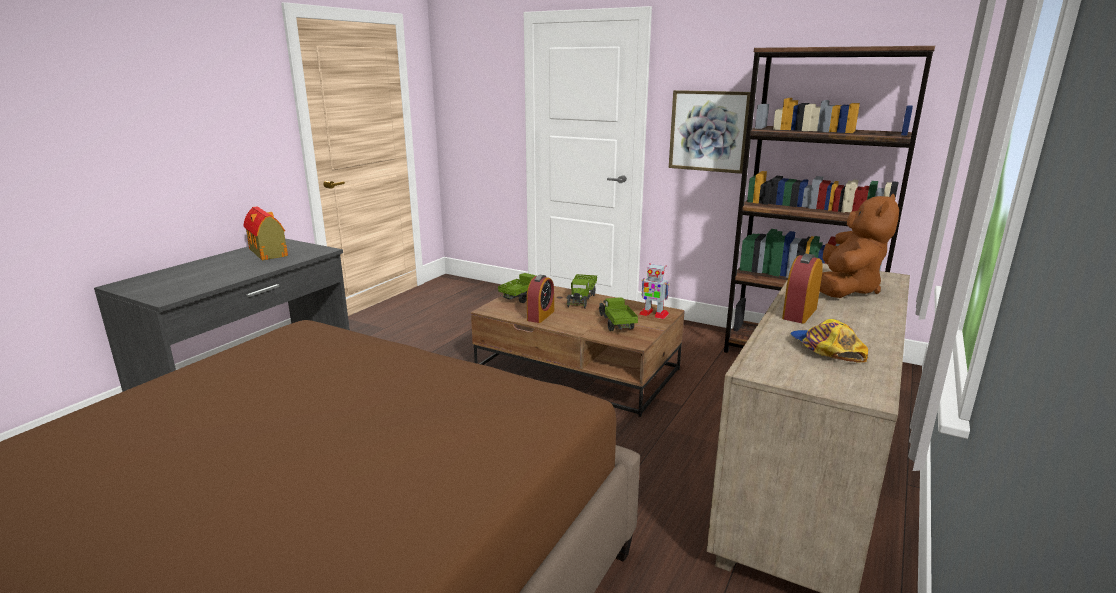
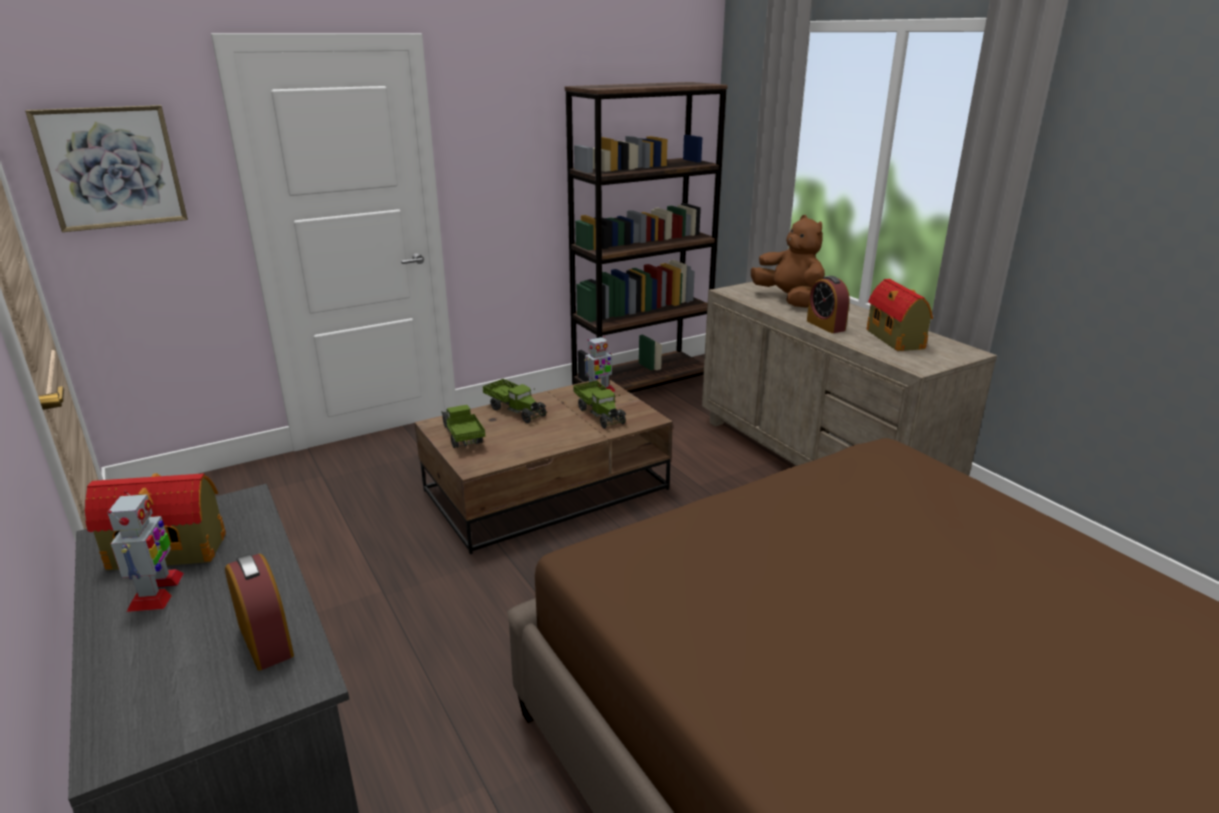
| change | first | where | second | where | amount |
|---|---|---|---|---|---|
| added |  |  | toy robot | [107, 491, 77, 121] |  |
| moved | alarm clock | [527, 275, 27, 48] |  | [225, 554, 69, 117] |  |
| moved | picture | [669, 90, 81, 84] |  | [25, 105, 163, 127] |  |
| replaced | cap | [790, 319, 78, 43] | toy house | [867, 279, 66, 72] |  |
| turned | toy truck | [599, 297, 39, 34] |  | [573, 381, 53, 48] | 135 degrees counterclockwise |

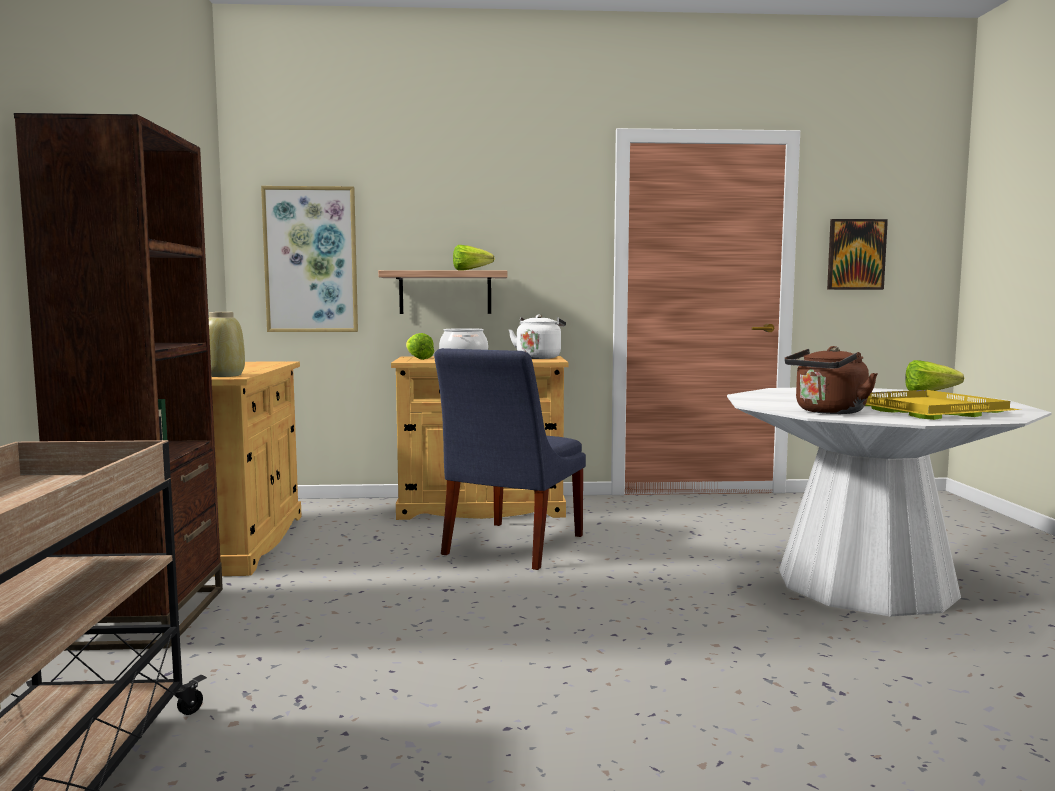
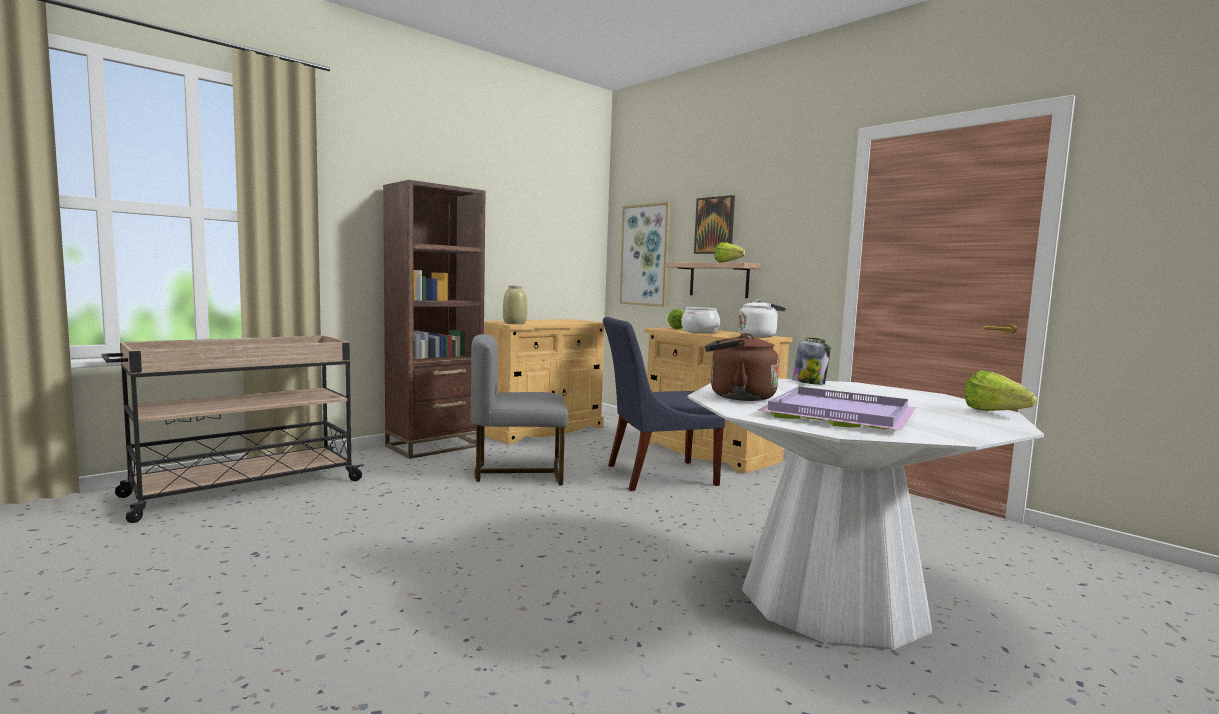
| change | first | where | second | where | amount |
|---|---|---|---|---|---|
| added |  |  | grey chair | [470, 334, 99, 151] |  |
| added |  |  | jar | [792, 337, 39, 48] |  |
| moved | picture | [827, 219, 61, 71] |  | [694, 195, 41, 59] |  |
| recoloured | yellow tray | [865, 390, 156, 30] | purple tray | [758, 387, 158, 43] |  |

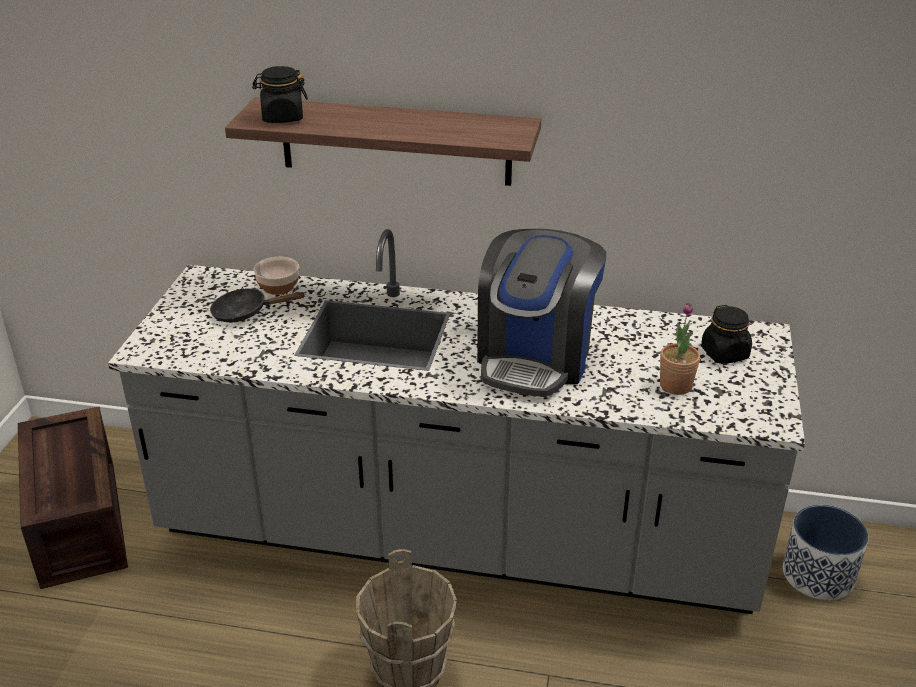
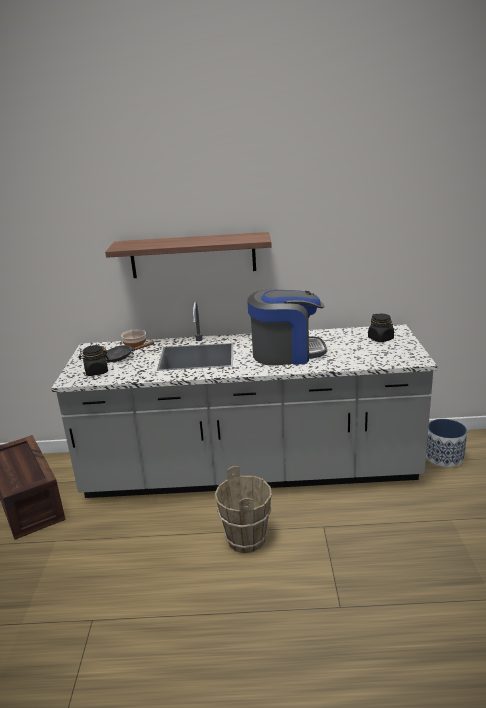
| change | first | where | second | where | amount |
|---|---|---|---|---|---|
| removed | potted plant | [660, 303, 40, 92] |  |  |  |
| moved | black jar | [252, 66, 56, 57] |  | [79, 345, 30, 31] |  |
| turned | coffee machine | [477, 229, 129, 168] |  | [247, 290, 80, 75] | 105 degrees counterclockwise |

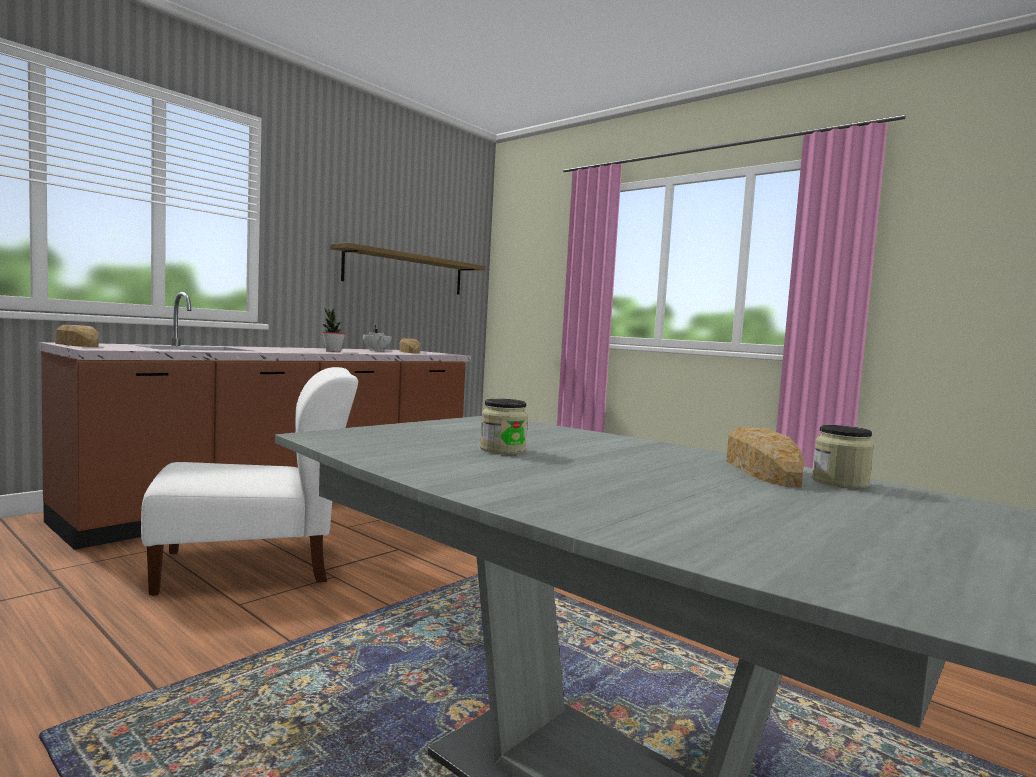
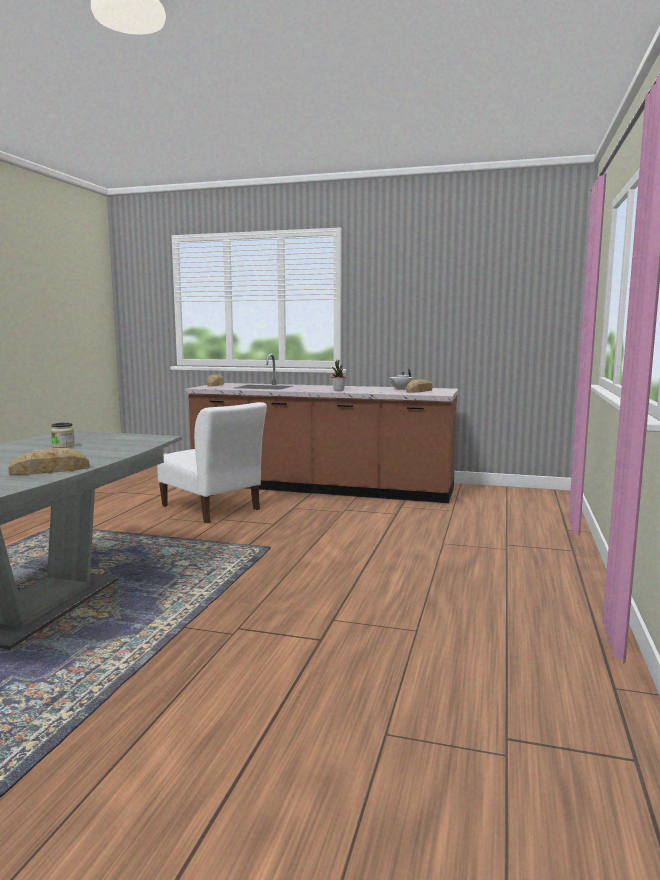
| change | first | where | second | where | amount |
|---|---|---|---|---|---|
| removed | shelf | [331, 242, 155, 53] |  |  |  |
| removed | jar | [812, 425, 62, 64] |  |  |  |

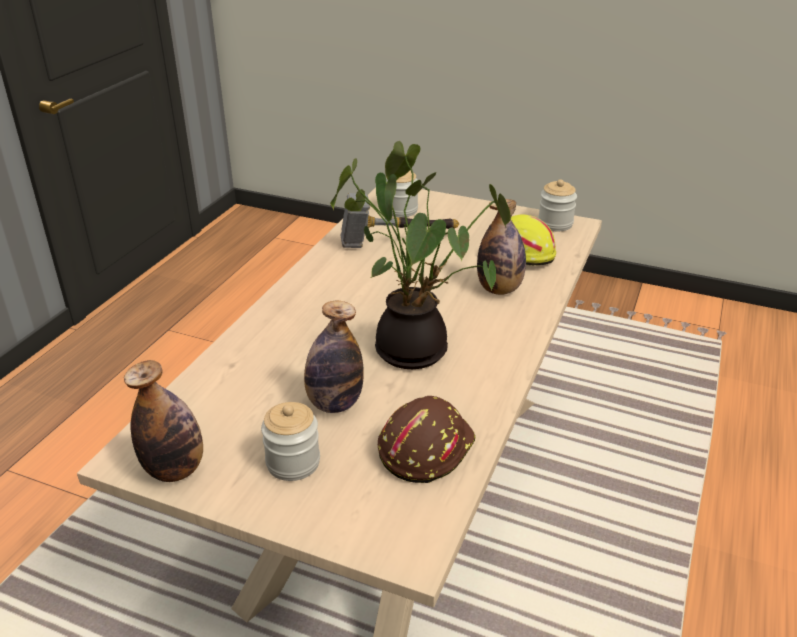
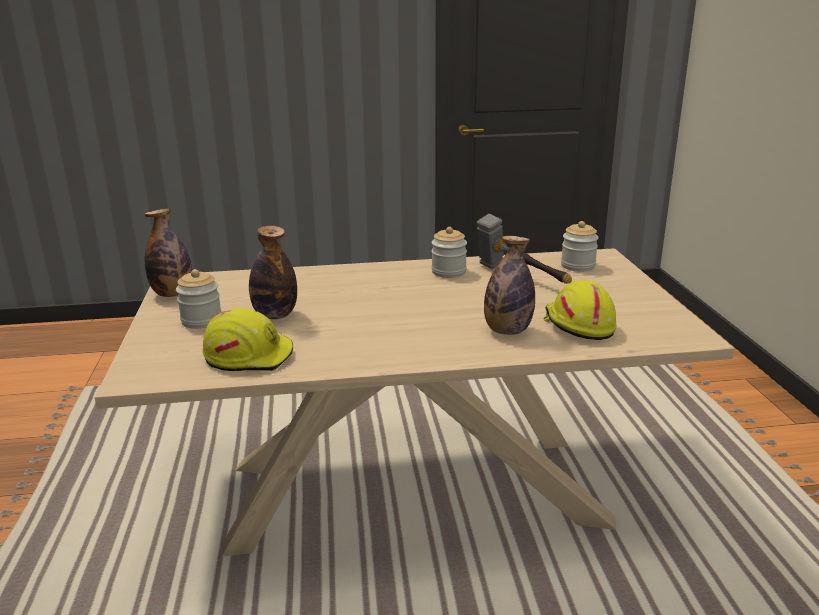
| change | first | where | second | where | amount |
|---|---|---|---|---|---|
| removed | potted plant | [330, 141, 181, 228] |  |  |  |
| moved | jar | [538, 179, 39, 52] |  | [432, 227, 35, 51] |  |
| recoloured | brown hard hat | [378, 396, 97, 87] | yellow hard hat | [203, 308, 90, 63] |  |

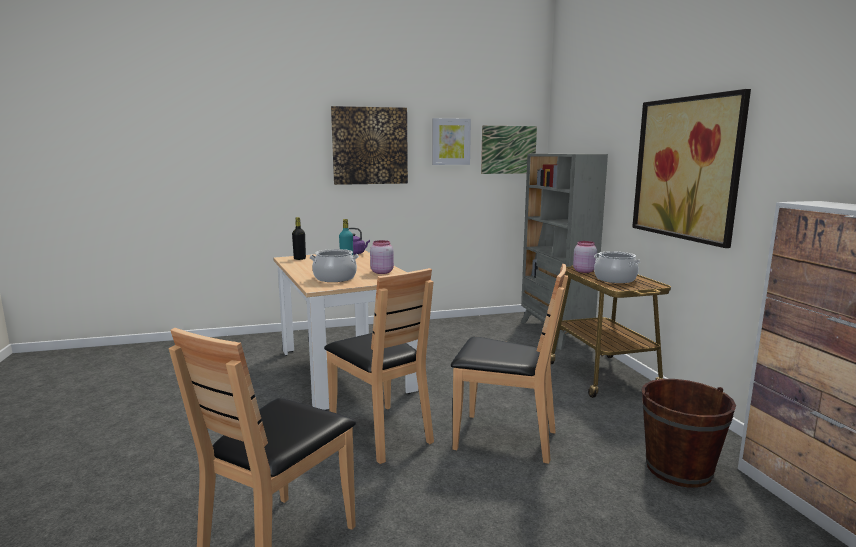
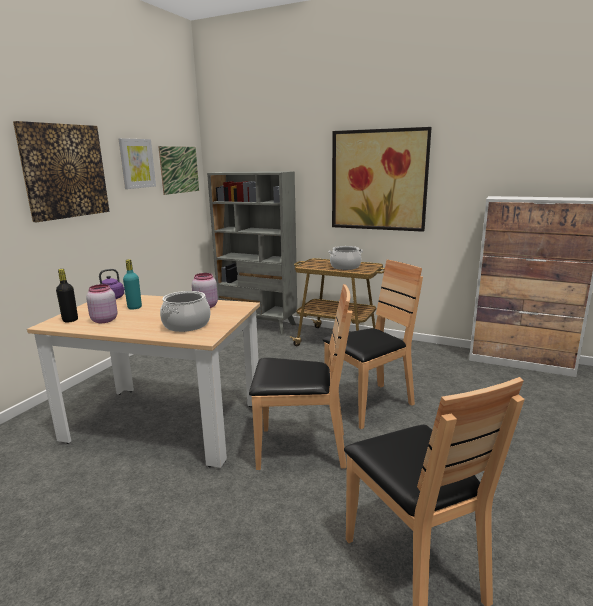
| change | first | where | second | where | amount |
|---|---|---|---|---|---|
| removed | brown bucket | [642, 379, 94, 109] |  |  |  |
| moved | pink jar | [573, 241, 24, 32] |  | [86, 284, 32, 39] |  |

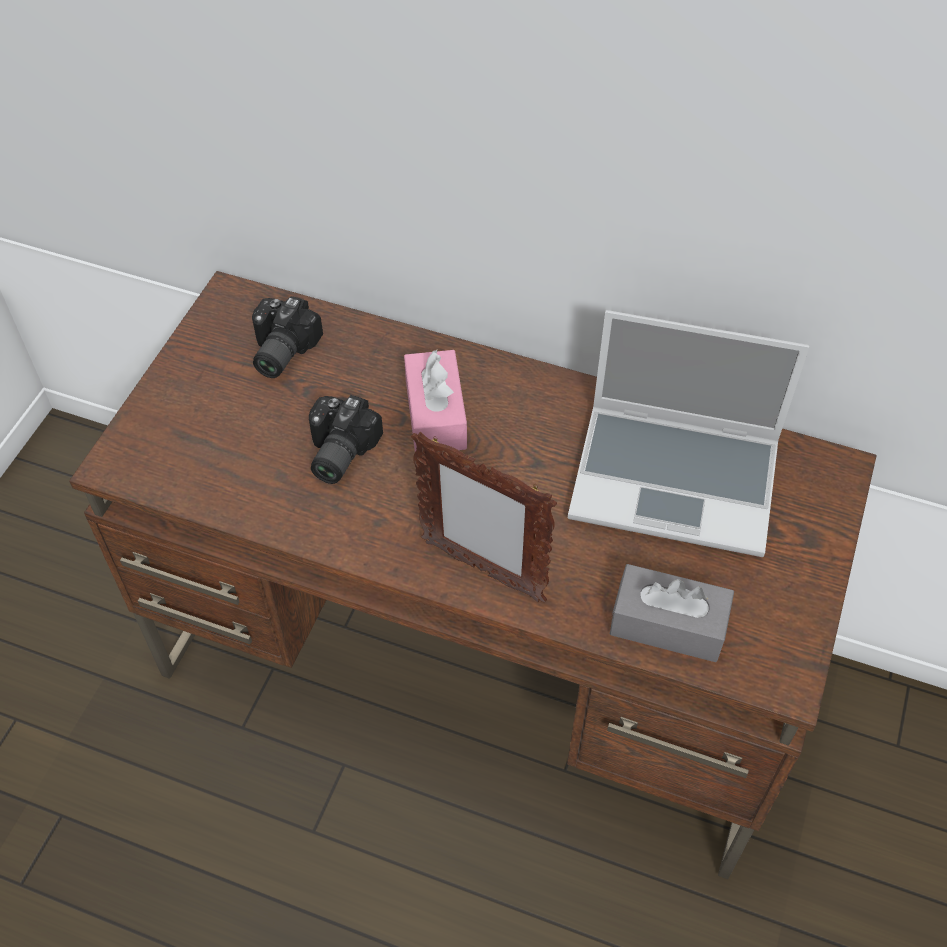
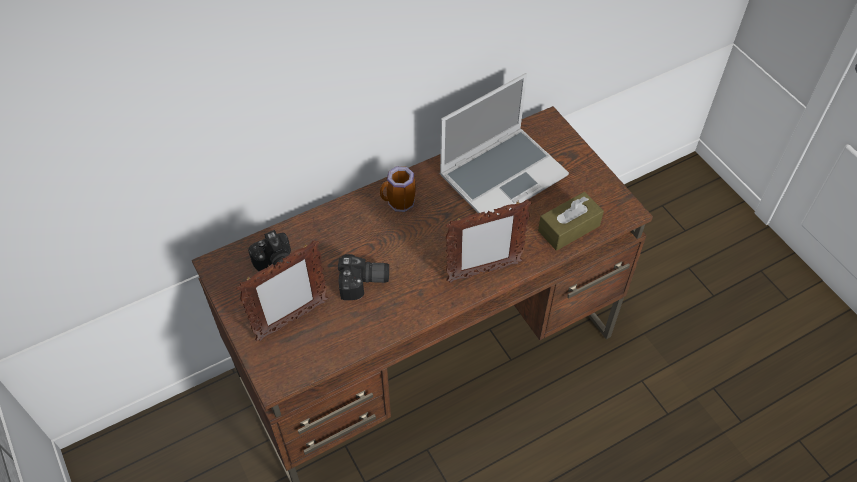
| change | first | where | second | where | amount |
|---|---|---|---|---|---|
| removed | pink tissue box | [404, 350, 63, 102] |  |  |  |
| added |  |  | picture frame | [236, 240, 92, 101] |  |
| added |  |  | mug | [380, 166, 36, 46] |  |
| recoloured | grey tissue box | [610, 564, 124, 98] | brown tissue box | [538, 192, 66, 59] |  |
| turned | photo camera | [309, 395, 74, 89] |  | [338, 254, 51, 46] | 60 degrees counterclockwise |

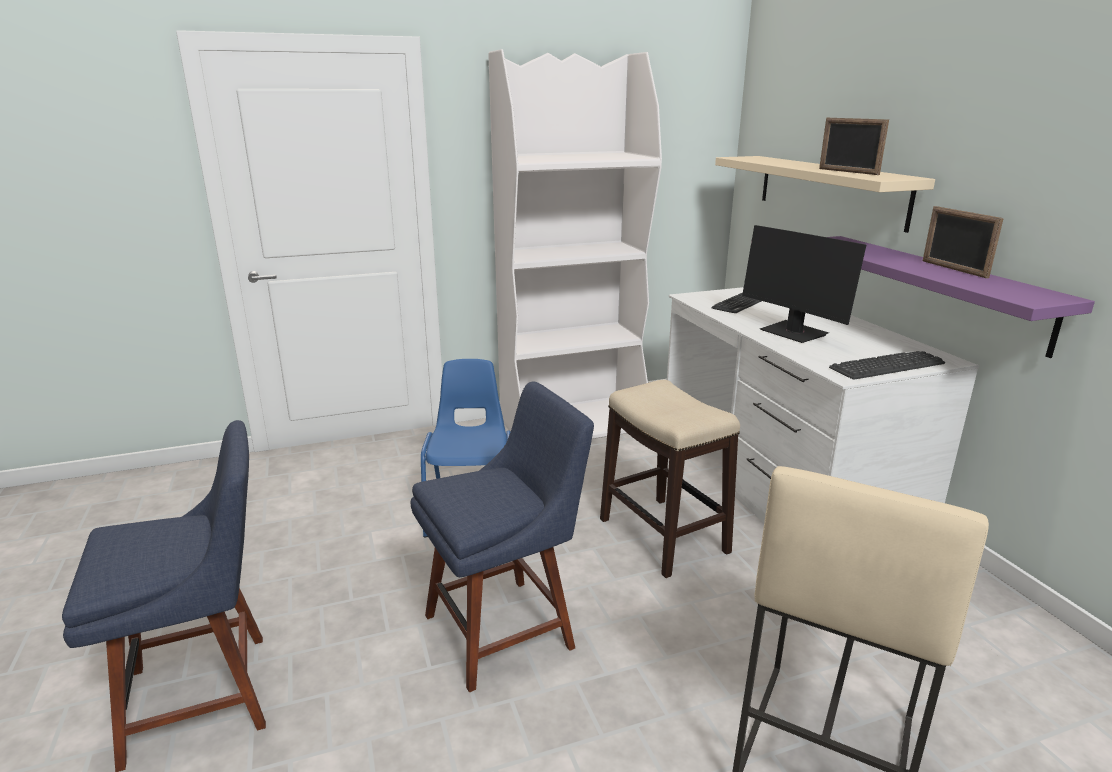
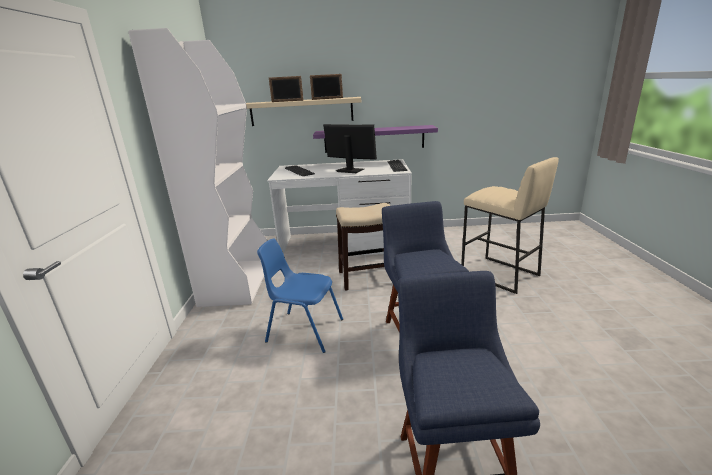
| change | first | where | second | where | amount |
|---|---|---|---|---|---|
| moved | picture frame | [923, 206, 81, 72] |  | [269, 76, 35, 26] |  |
| turned | monitor | [742, 225, 124, 118] |  | [323, 124, 54, 49] | 135 degrees counterclockwise |

